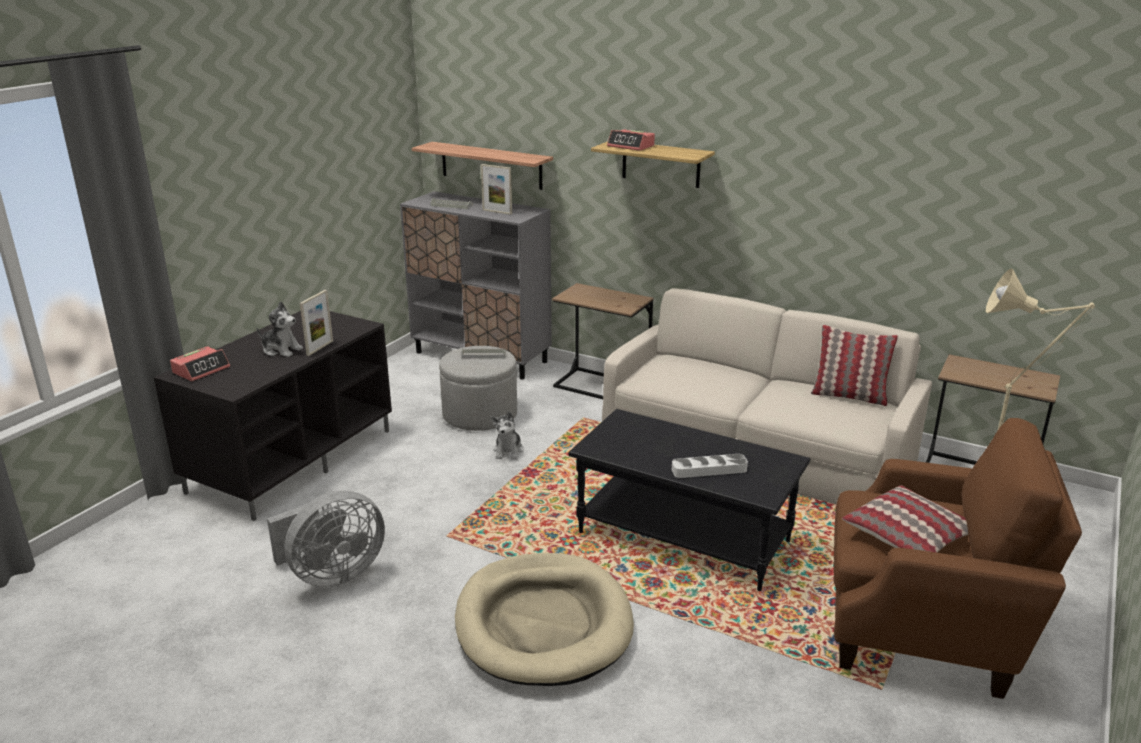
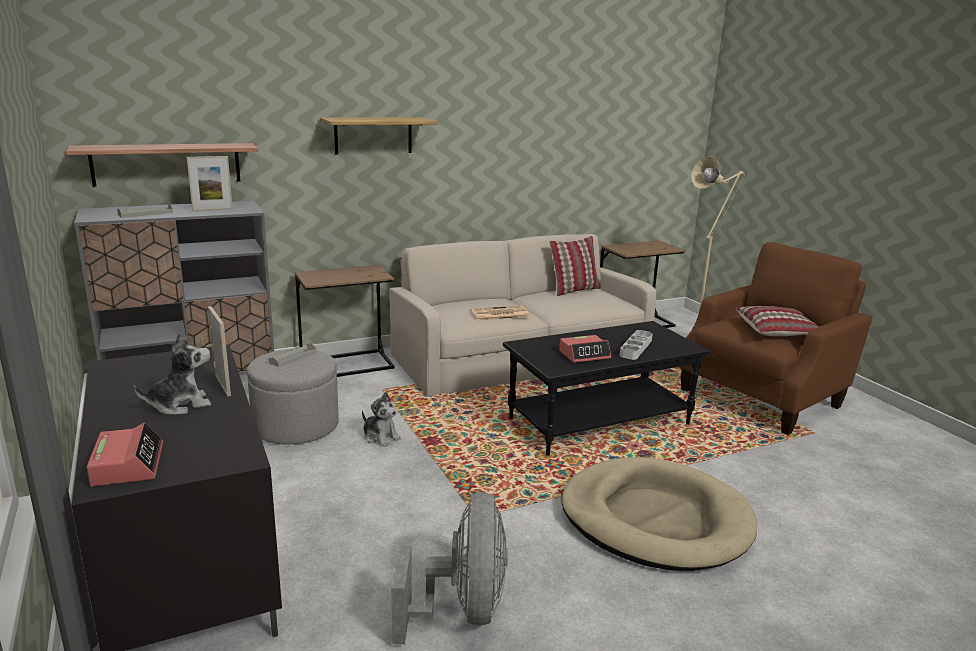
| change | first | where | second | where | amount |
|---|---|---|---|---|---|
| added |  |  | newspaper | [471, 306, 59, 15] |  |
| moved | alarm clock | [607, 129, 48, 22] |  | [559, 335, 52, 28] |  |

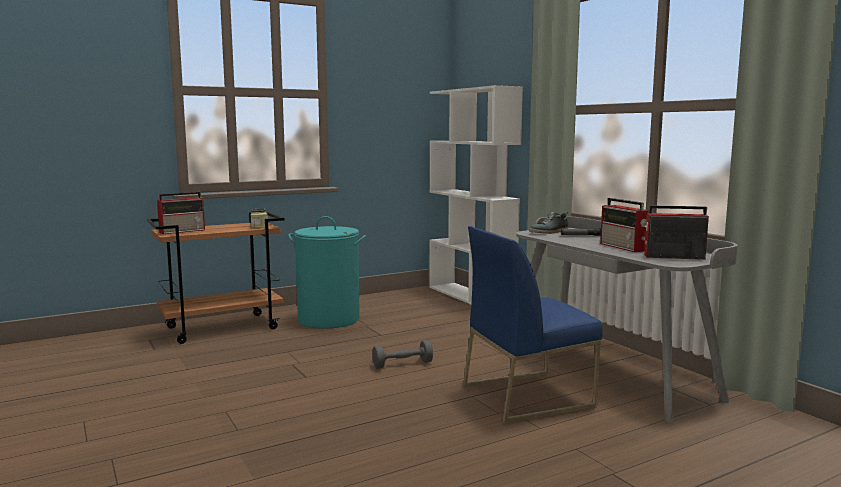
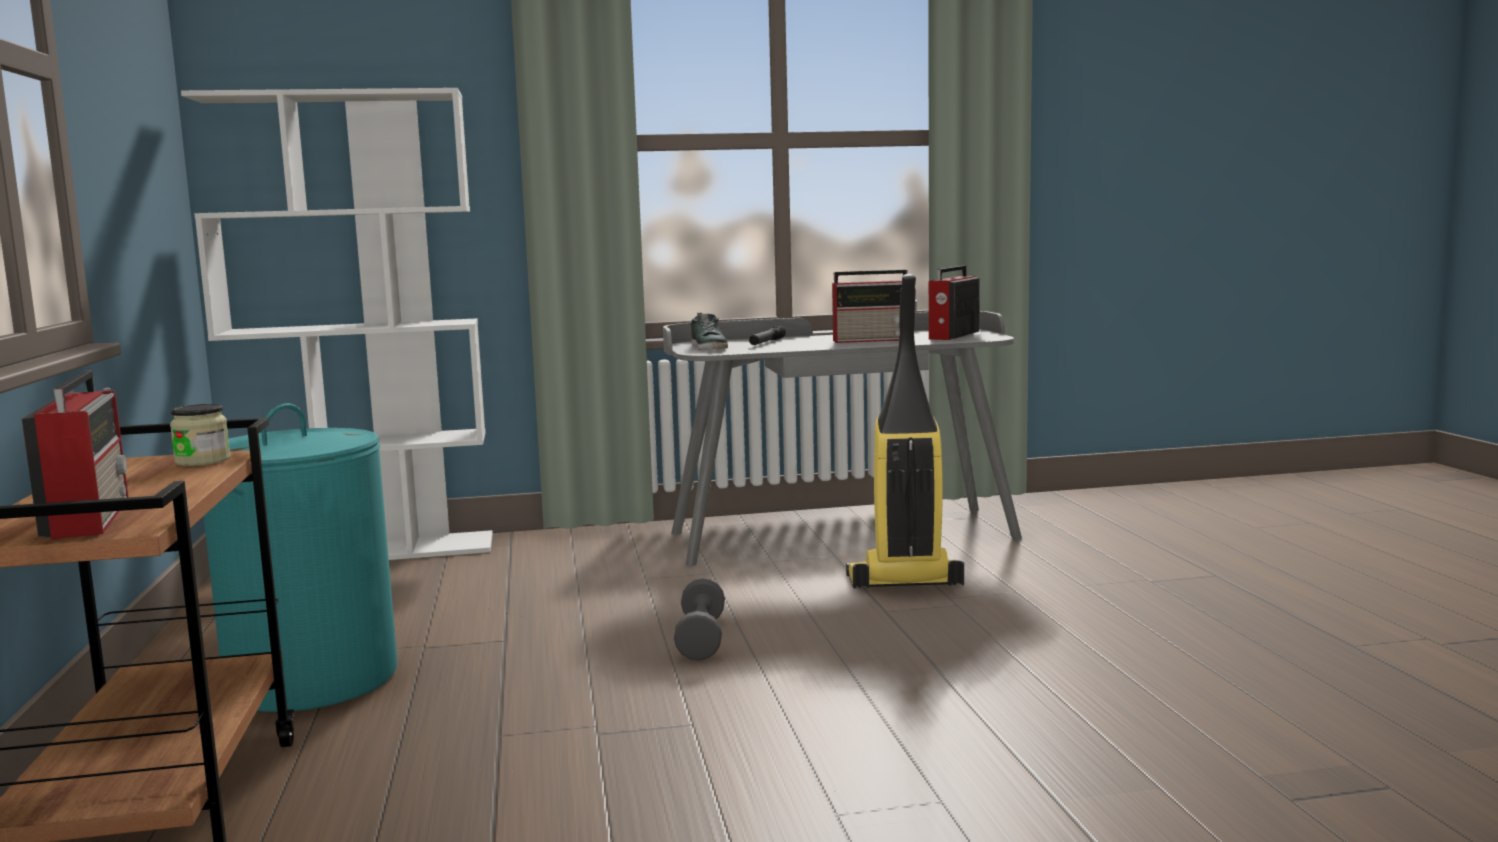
| change | first | where | second | where | amount |
|---|---|---|---|---|---|
| replaced | blue chair | [463, 226, 140, 197] | vacuum cleaner | [846, 274, 118, 315] |  |

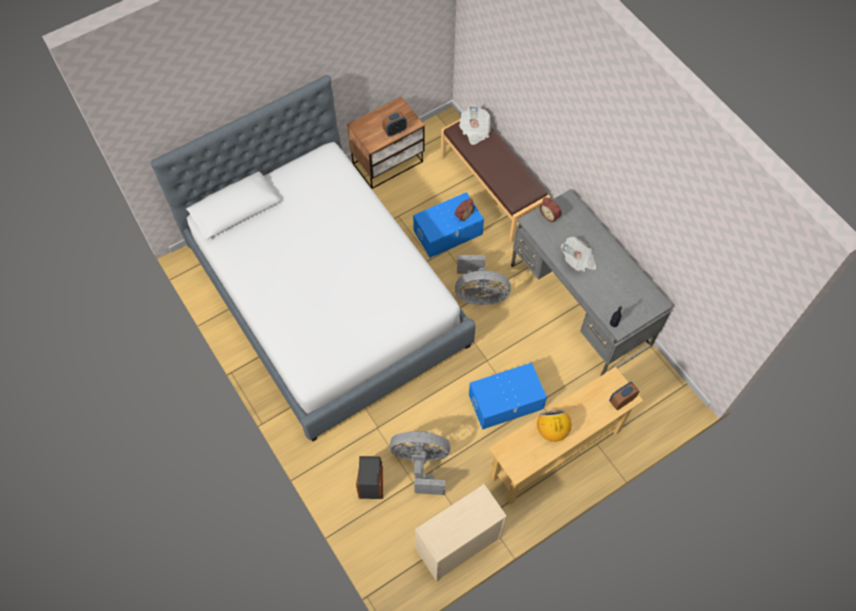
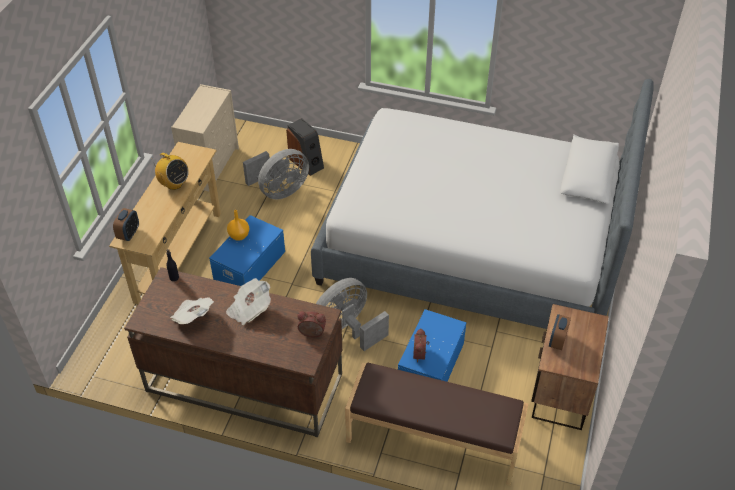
| change | first | where | second | where | amount |
|---|---|---|---|---|---|
| added |  |  | orange vase | [227, 210, 22, 31] |  |
| moved | newspaper | [459, 105, 32, 40] |  | [170, 297, 44, 27] |  |
| recoloured | grey desk | [511, 189, 163, 187] | brown desk | [124, 267, 218, 170] |  |

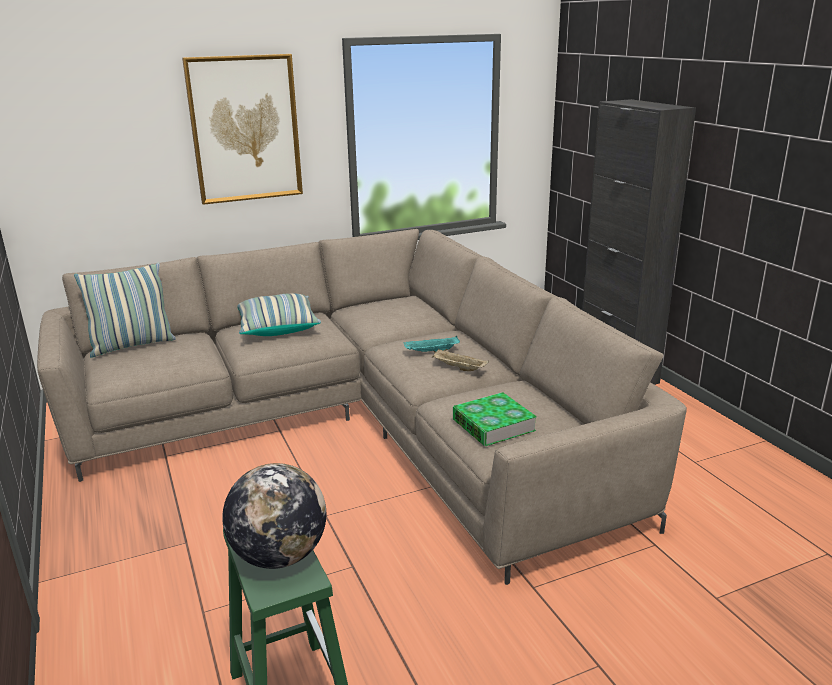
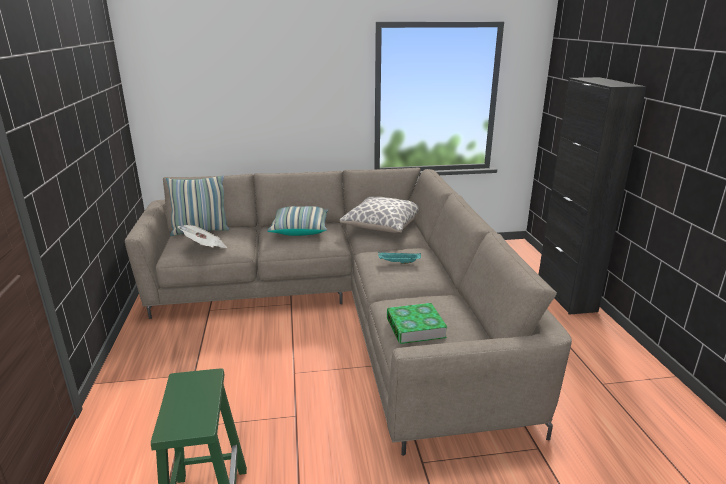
| change | first | where | second | where | amount |
|---|---|---|---|---|---|
| removed | picture | [182, 54, 121, 151] |  |  |  |
| removed | globe | [222, 463, 104, 106] |  |  |  |
| removed | beige tray | [432, 349, 57, 22] |  |  |  |
| added |  |  | newspaper | [178, 225, 50, 23] |  |
| added |  |  | pillow | [340, 196, 79, 37] |  |

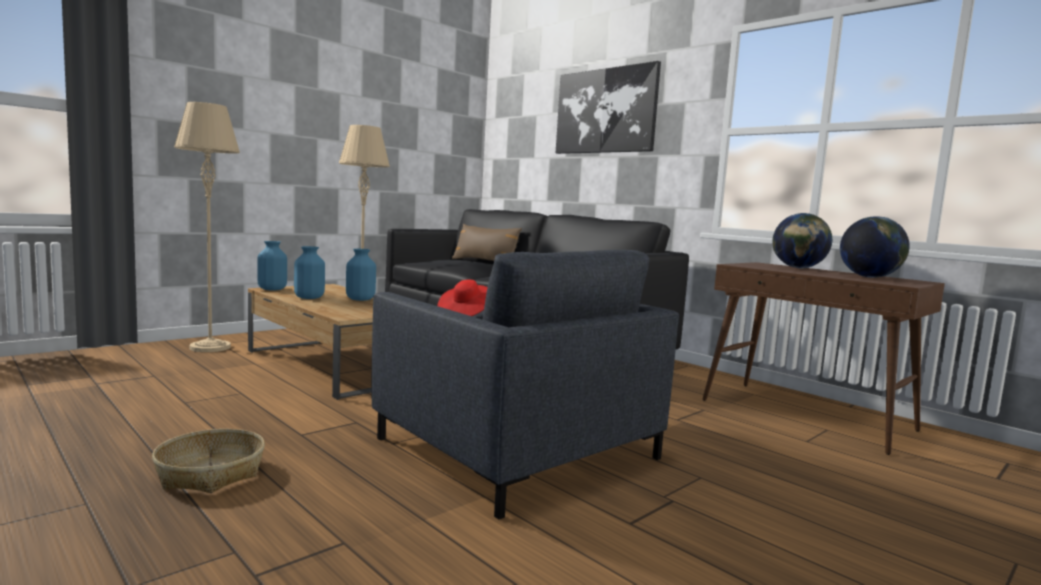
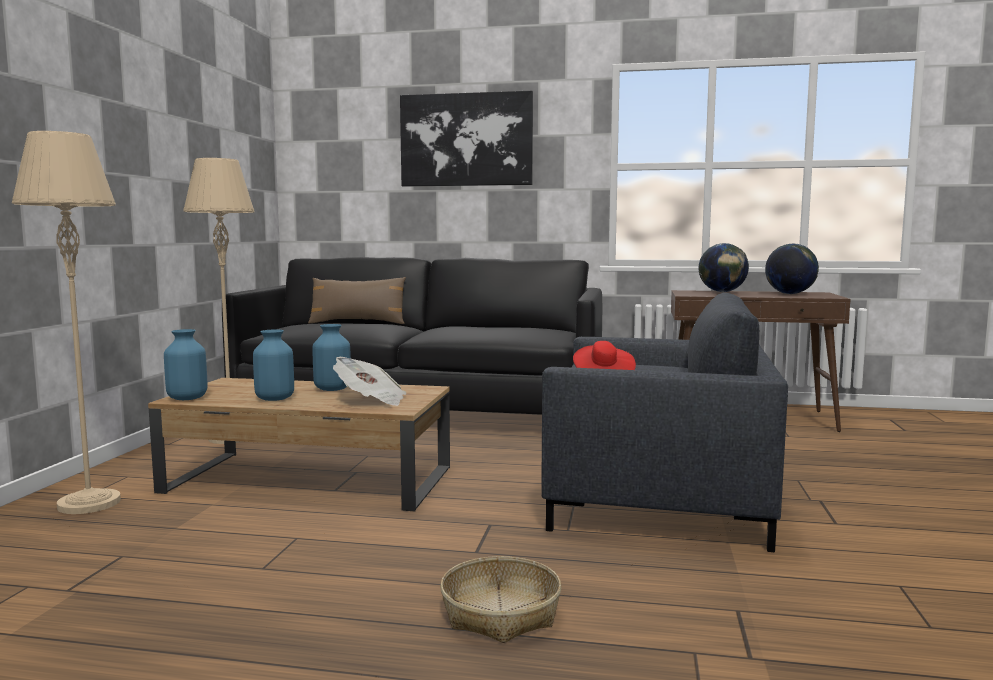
| change | first | where | second | where | amount |
|---|---|---|---|---|---|
| added |  |  | newspaper | [333, 357, 73, 49] |  |

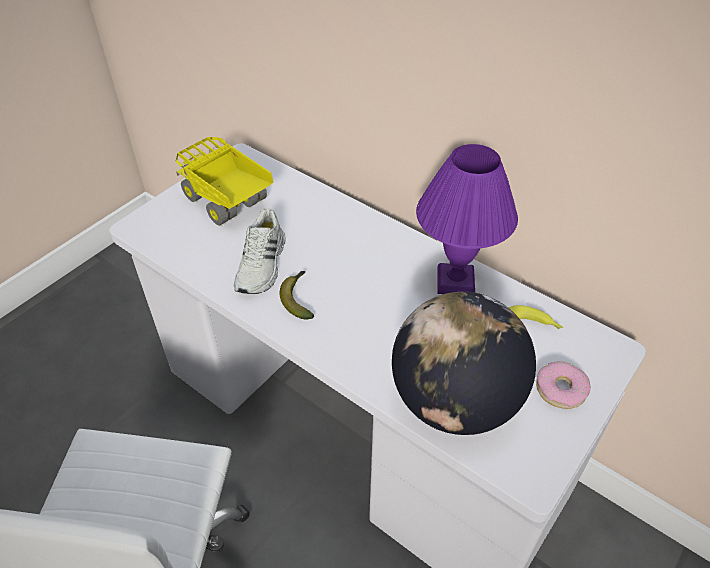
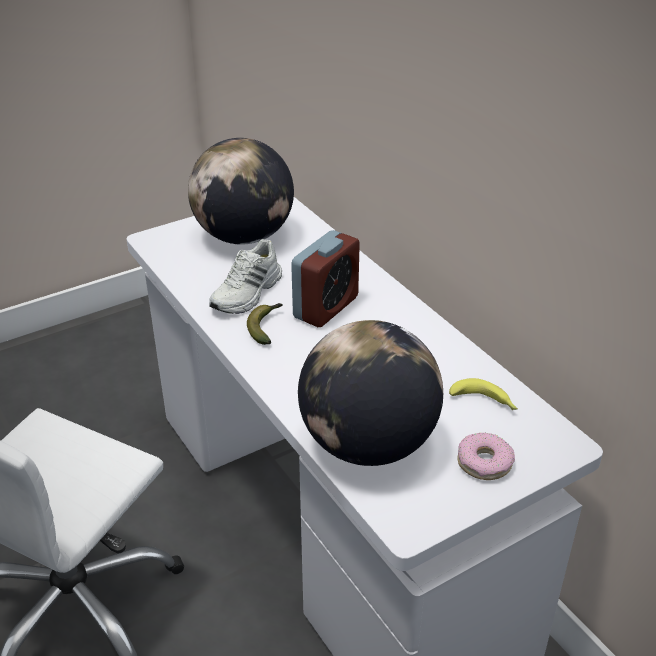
| change | first | where | second | where | amount |
|---|---|---|---|---|---|
| removed | purple table lamp | [416, 144, 102, 150] |  |  |  |
| added |  |  | alarm clock | [291, 230, 69, 97] |  |
| replaced | toy truck | [175, 137, 99, 89] | globe | [188, 138, 106, 107] |  |

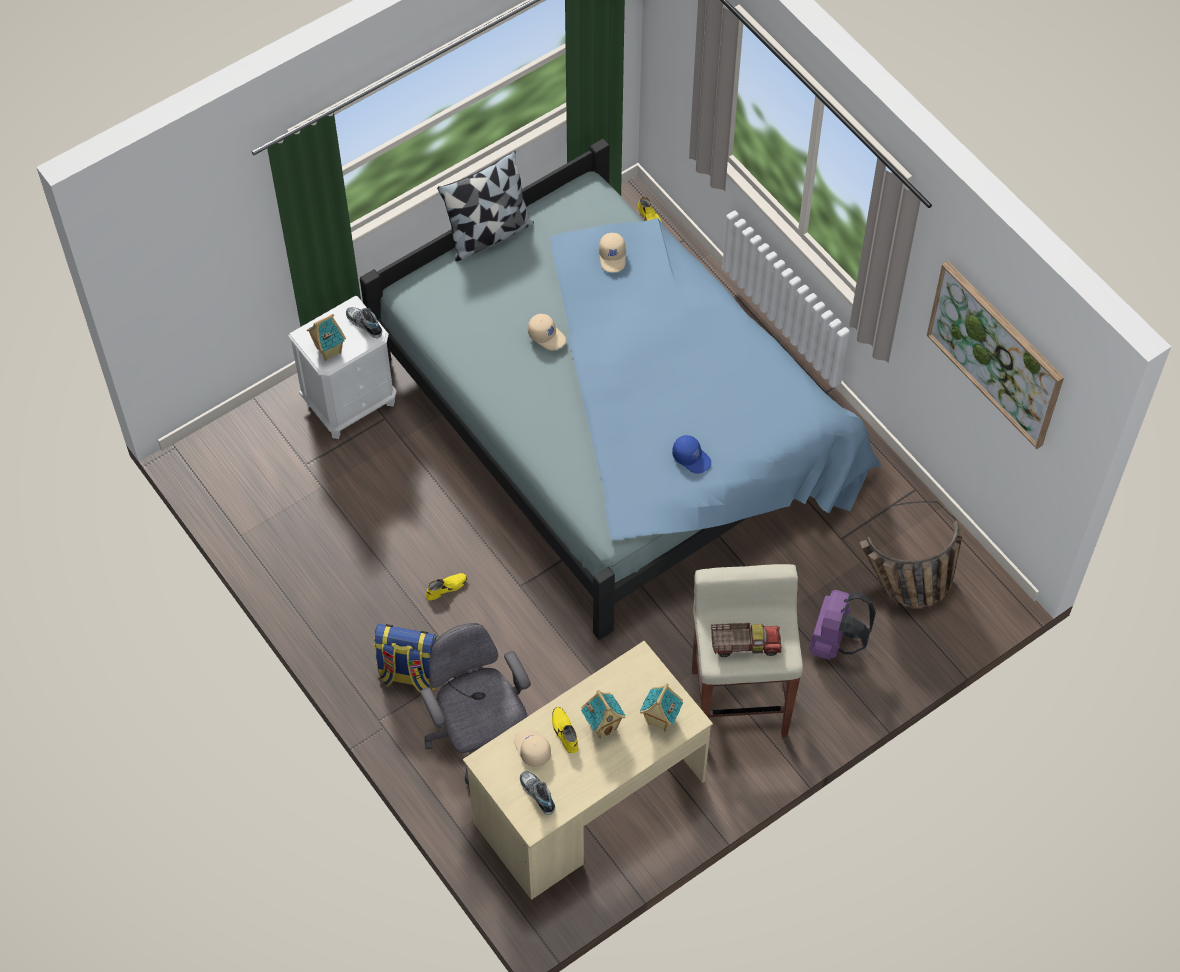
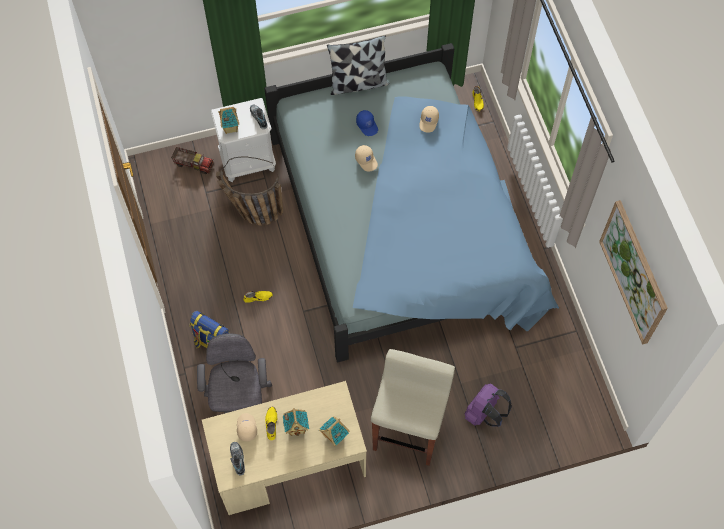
| change | first | where | second | where | amount |
|---|---|---|---|---|---|
| moved | blue cap | [672, 435, 39, 39] |  | [356, 110, 22, 26] |  |
| moved | toy truck | [711, 623, 71, 34] |  | [171, 147, 43, 27] |  |
| moved | basket | [860, 501, 103, 106] |  | [216, 156, 67, 70] |  |

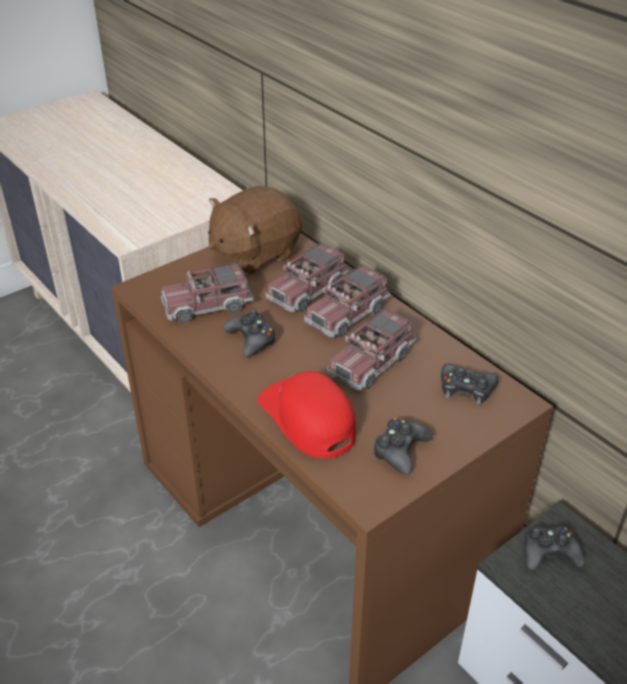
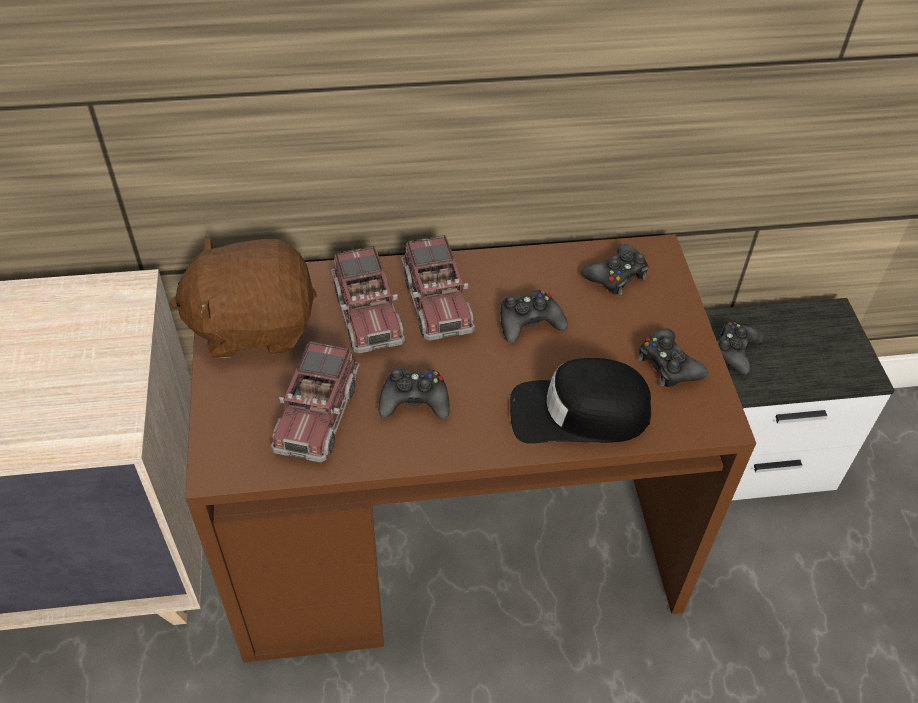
| change | first | where | second | where | amount |
|---|---|---|---|---|---|
| replaced | toy truck | [327, 308, 89, 83] | black game controller | [500, 290, 68, 53] |  |
| recoloured | red cap | [257, 371, 99, 88] | black cap | [510, 358, 141, 86] |  |
| turned | brown plush toy | [208, 186, 94, 89] |  | [169, 236, 148, 122] | 90 degrees clockwise |

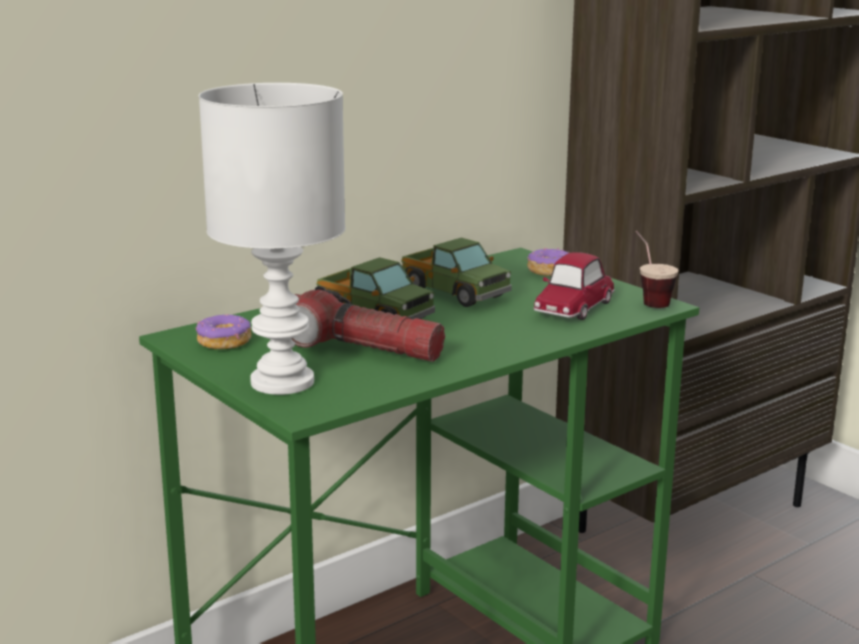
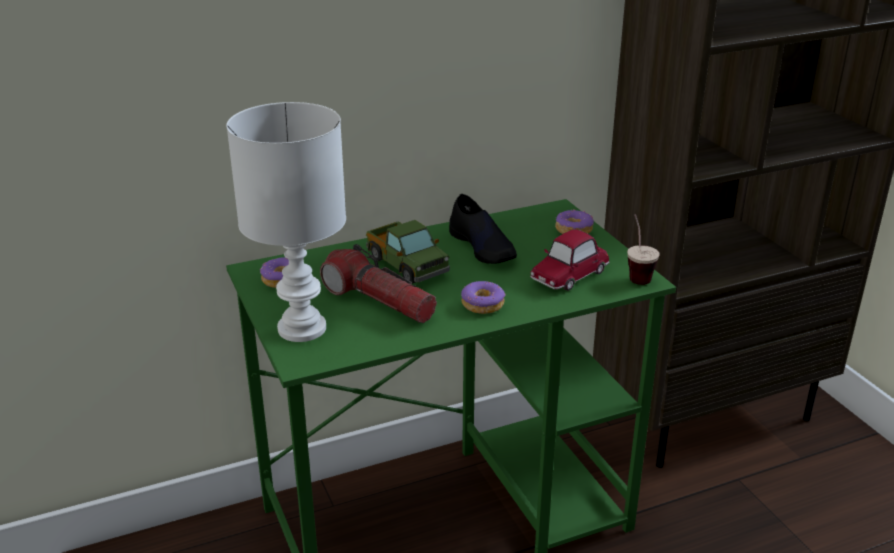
| change | first | where | second | where | amount |
|---|---|---|---|---|---|
| added |  |  | donut | [461, 281, 45, 33] |  |
| replaced | toy truck | [401, 237, 111, 70] | black shoe | [449, 194, 68, 70] |  |

